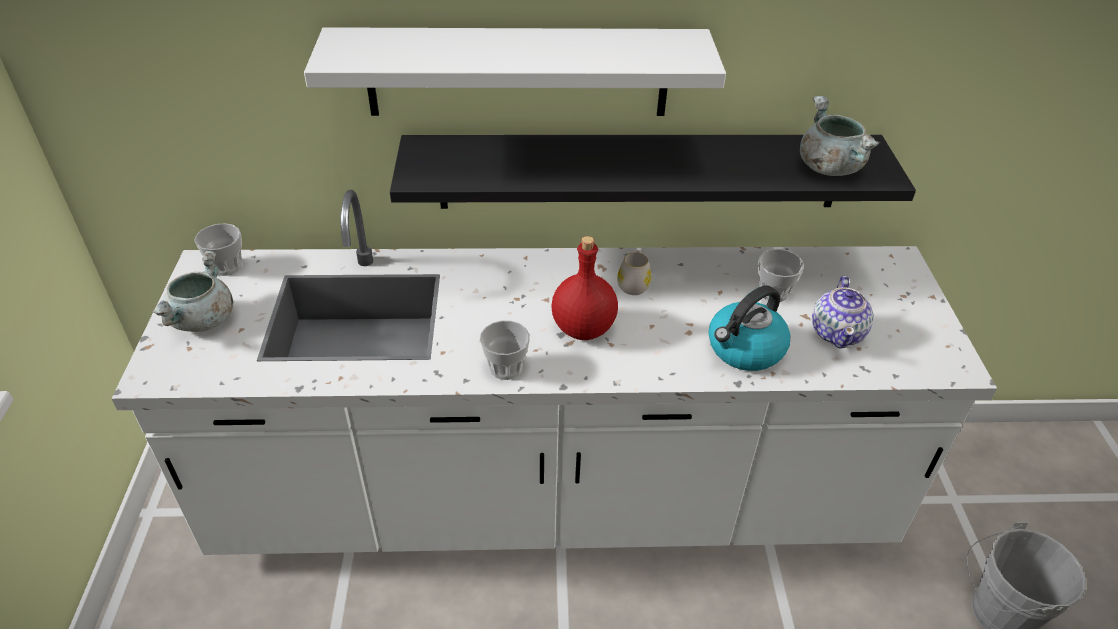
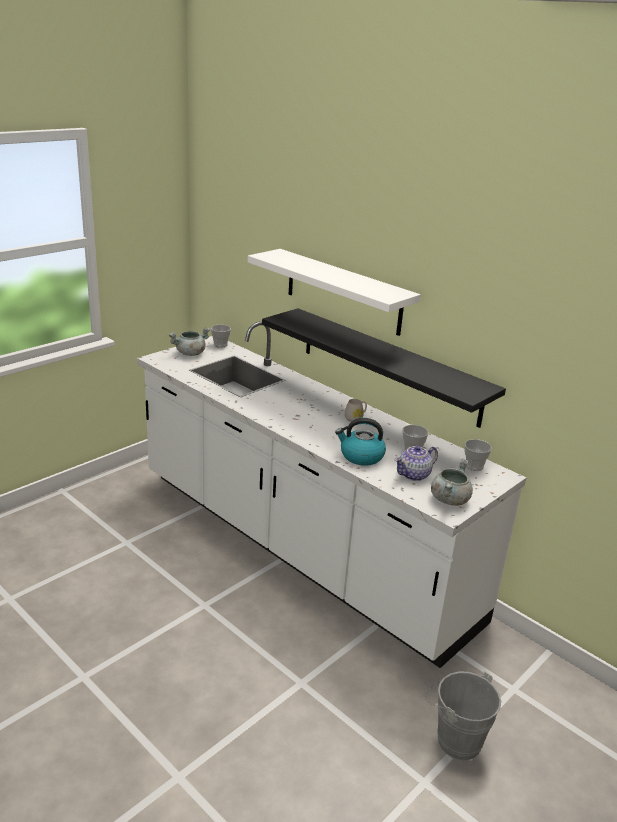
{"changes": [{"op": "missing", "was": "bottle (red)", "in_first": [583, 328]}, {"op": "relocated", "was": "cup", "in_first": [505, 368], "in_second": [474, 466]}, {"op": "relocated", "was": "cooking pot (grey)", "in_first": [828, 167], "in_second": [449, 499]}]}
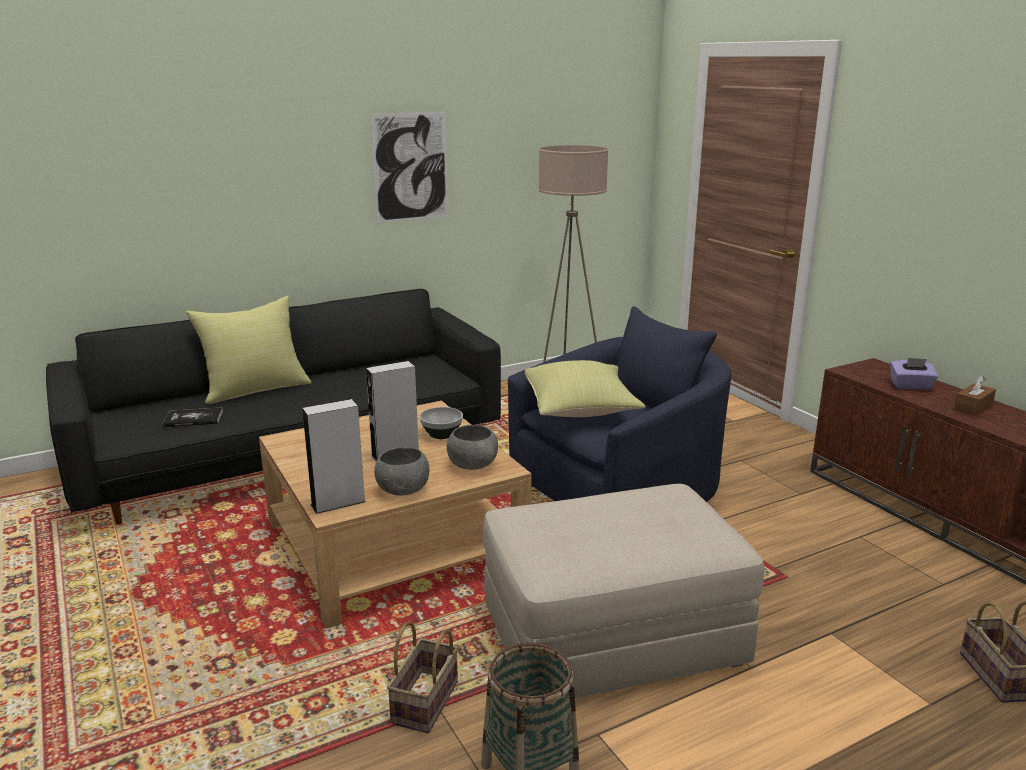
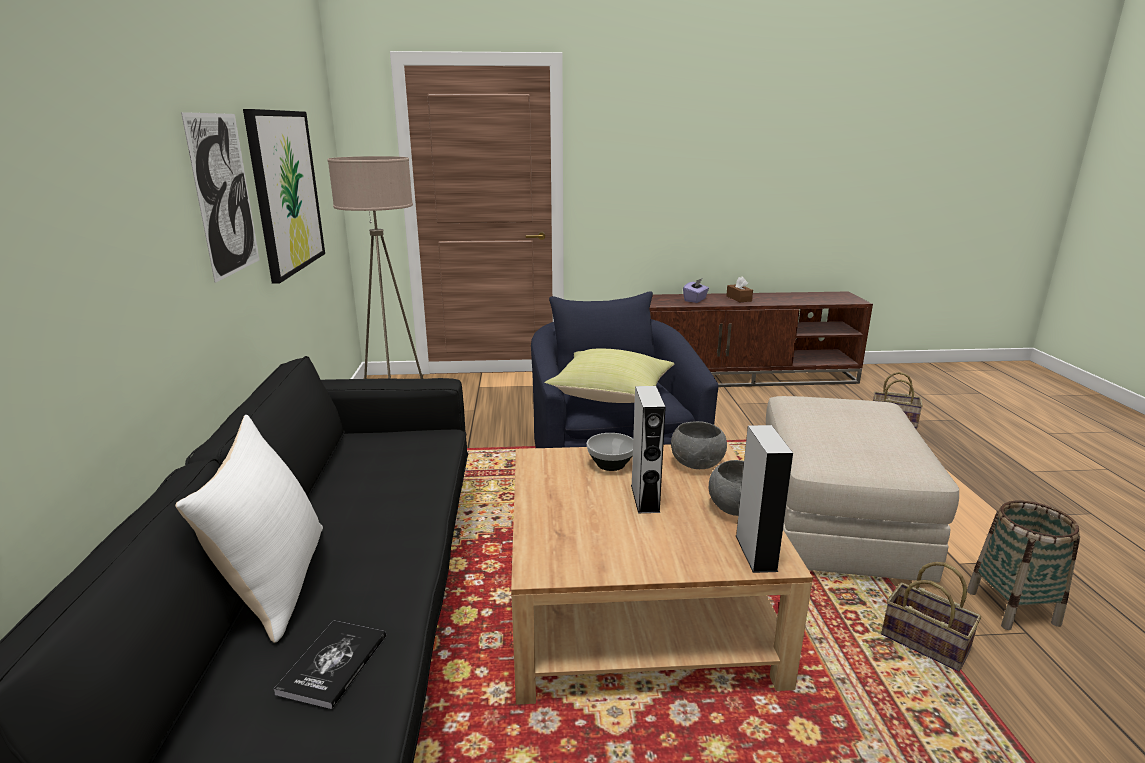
{"changes": [{"op": "appeared", "now": "picture", "in_second": [286, 192]}, {"op": "colour", "was": "pillow (yellow)", "now": "pillow (white)", "in_first": [255, 389], "in_second": [276, 582]}]}
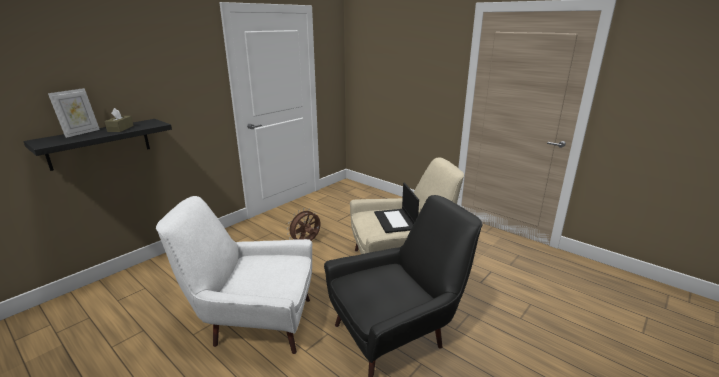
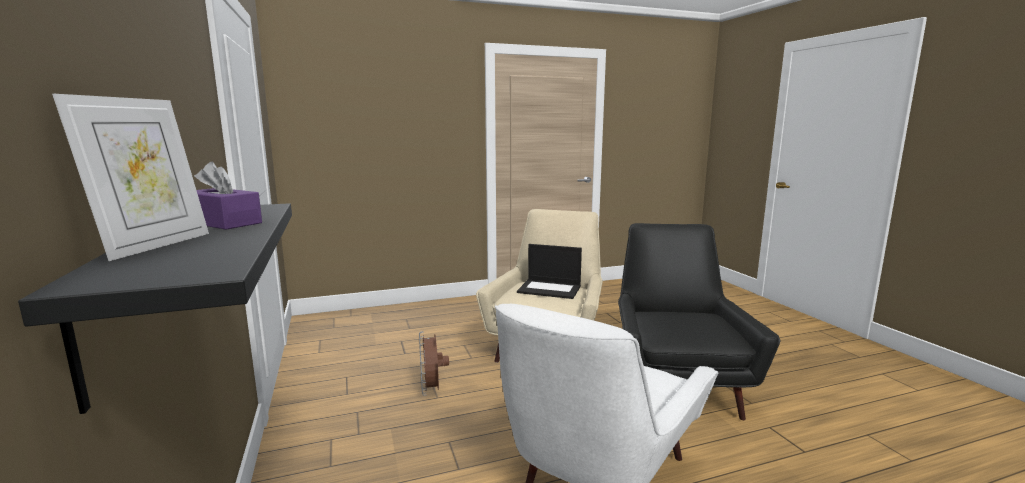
{"changes": [{"op": "colour", "was": "tissue box (brown)", "now": "tissue box (purple)", "in_first": [120, 128], "in_second": [223, 222]}, {"op": "spun", "was": "picture frame", "in_first": [81, 133], "in_second": [154, 245], "clockwise": 45}]}
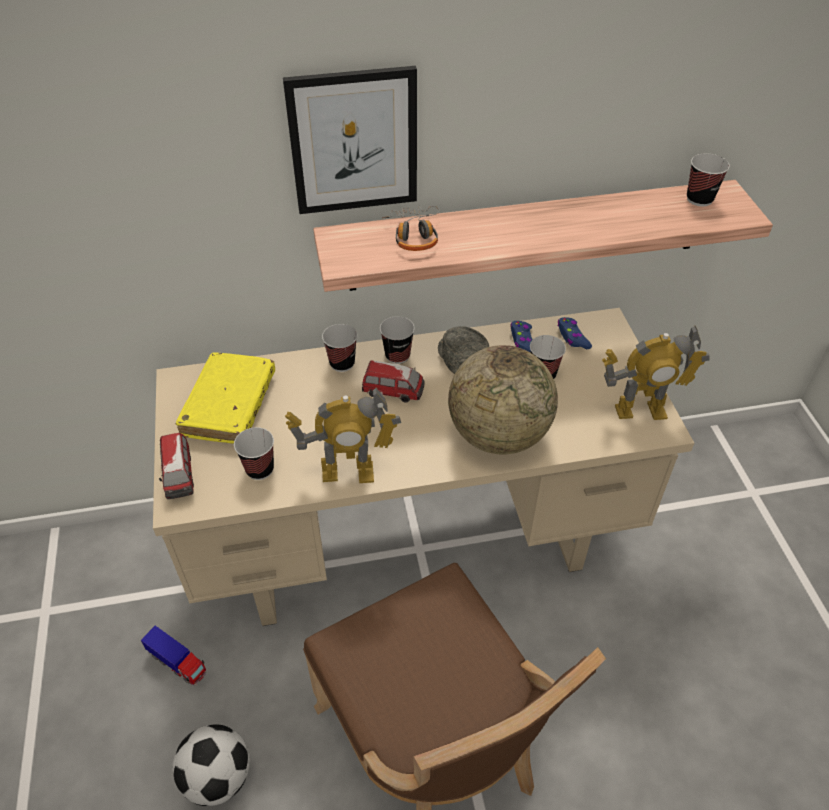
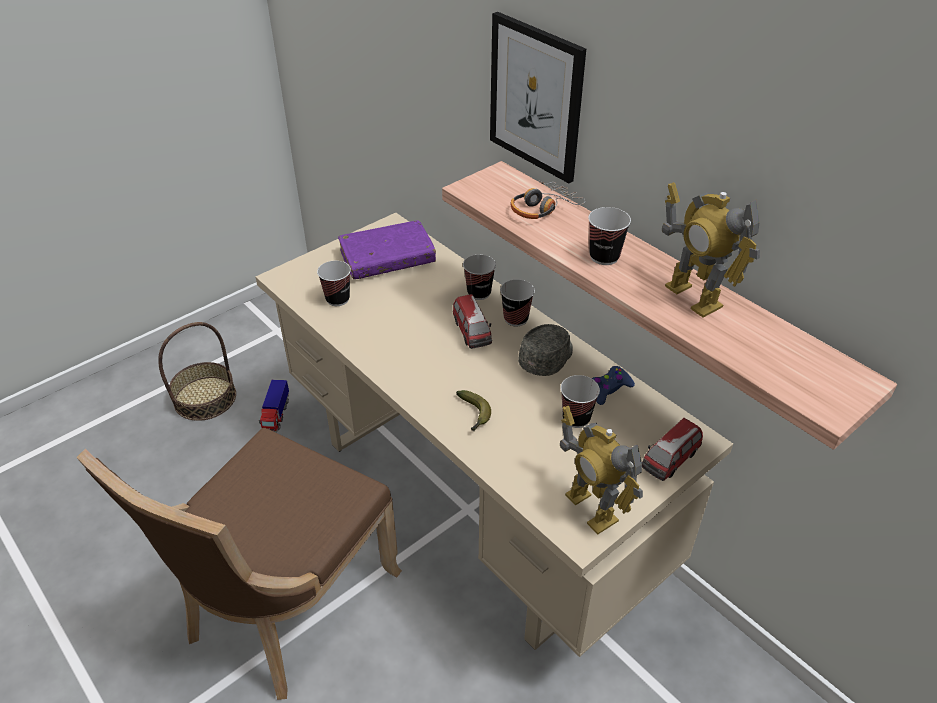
{"changes": [{"op": "missing", "was": "football", "in_first": [218, 776]}, {"op": "missing", "was": "game controller (blue)", "in_first": [572, 337]}, {"op": "appeared", "now": "basket", "in_second": [205, 398]}, {"op": "relocated", "was": "toy car", "in_first": [180, 476], "in_second": [670, 461]}, {"op": "relocated", "was": "toy robot", "in_first": [348, 472], "in_second": [693, 297]}, {"op": "relocated", "was": "cup", "in_first": [699, 199], "in_second": [604, 257]}, {"op": "exchanged", "was": "globe", "now": "banana", "in_first": [498, 435], "in_second": [474, 415]}, {"op": "colour", "was": "book (yellow)", "now": "book (purple)", "in_first": [229, 405], "in_second": [387, 258]}]}
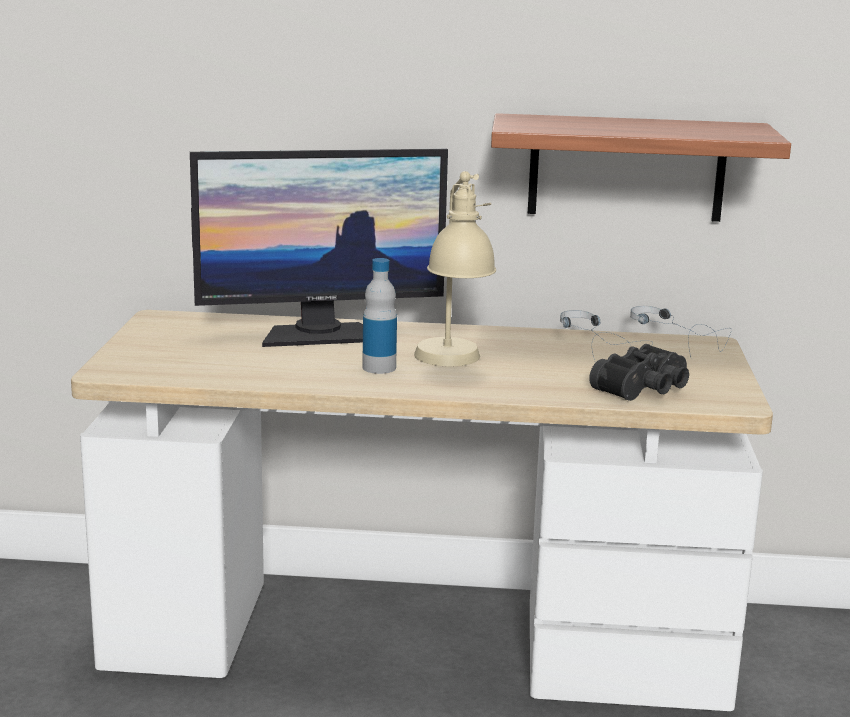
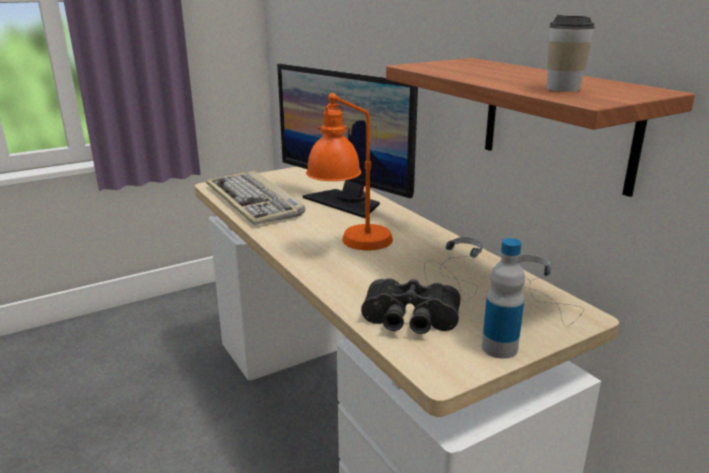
{"changes": [{"op": "appeared", "now": "keyboard", "in_second": [255, 201]}, {"op": "appeared", "now": "cup", "in_second": [563, 88]}, {"op": "relocated", "was": "bottle", "in_first": [379, 368], "in_second": [499, 348]}, {"op": "colour", "was": "table lamp (beige)", "now": "table lamp (orange)", "in_first": [453, 365], "in_second": [352, 246]}]}
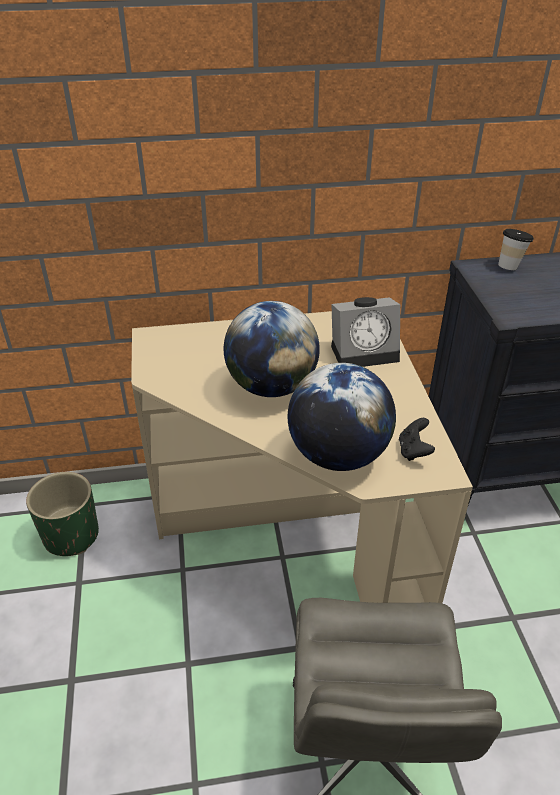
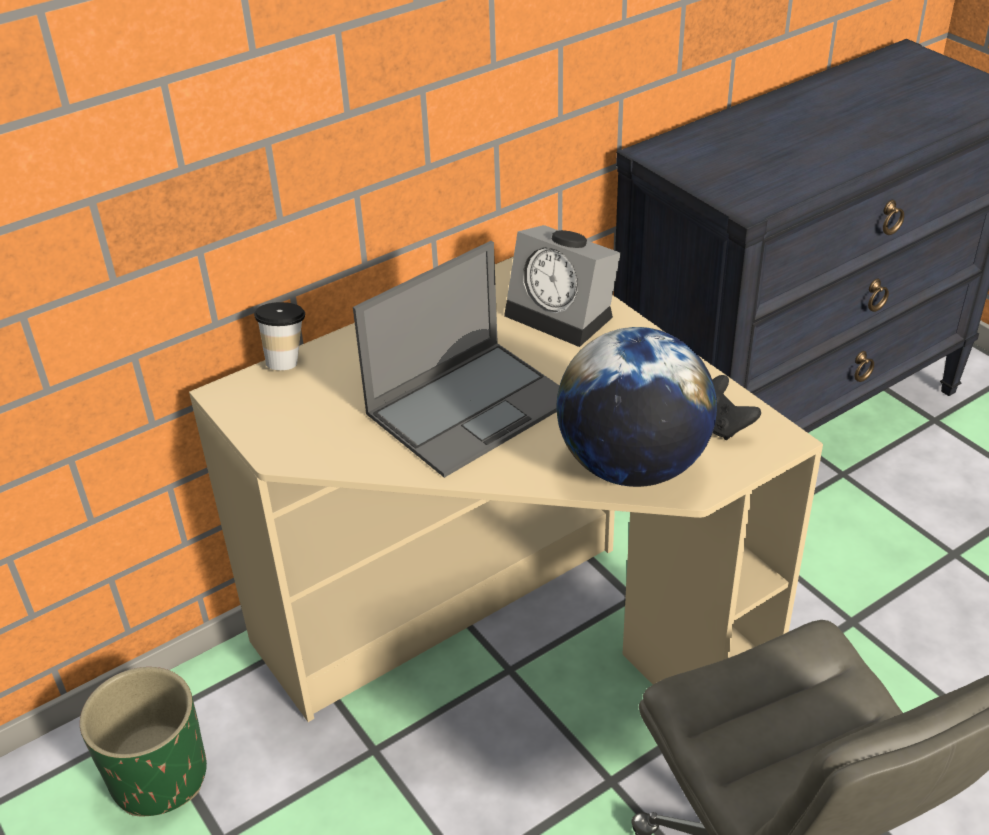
{"changes": [{"op": "relocated", "was": "cup", "in_first": [510, 266], "in_second": [286, 360]}, {"op": "exchanged", "was": "globe", "now": "laptop", "in_first": [271, 386], "in_second": [472, 406]}, {"op": "spun", "was": "alarm clock", "in_first": [365, 351], "in_second": [564, 315], "clockwise": 75}]}
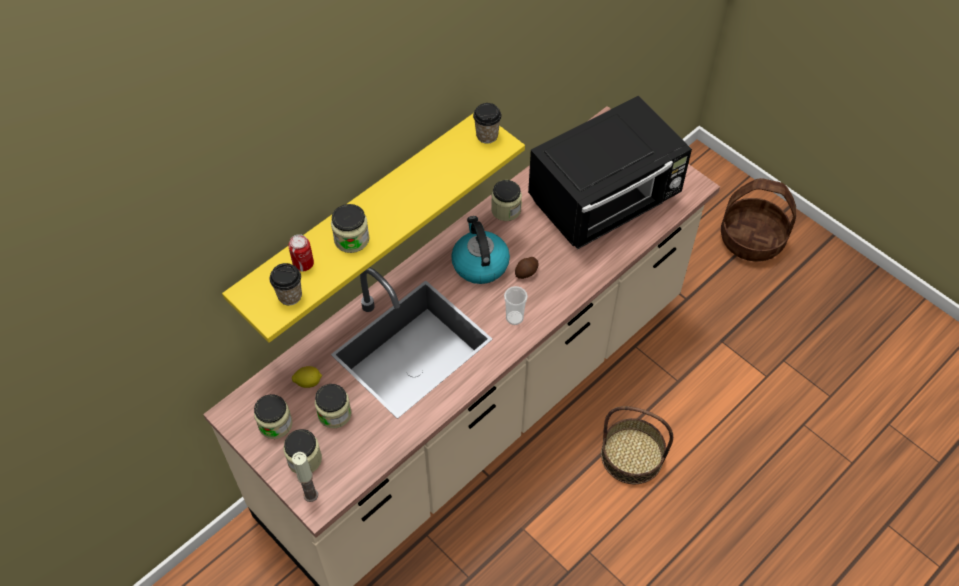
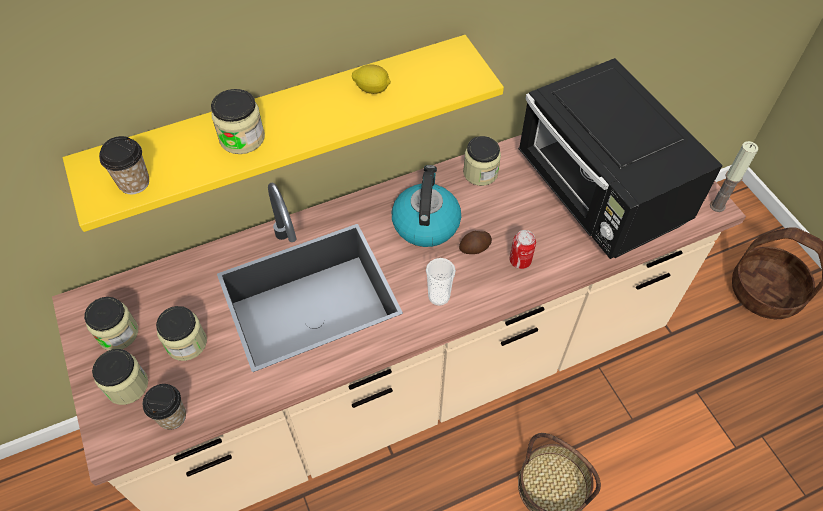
{"changes": [{"op": "relocated", "was": "can", "in_first": [303, 264], "in_second": [520, 260]}, {"op": "relocated", "was": "lemon", "in_first": [308, 382], "in_second": [372, 89]}, {"op": "relocated", "was": "candle", "in_first": [310, 495], "in_second": [717, 206]}, {"op": "relocated", "was": "cup", "in_first": [487, 135], "in_second": [172, 416]}, {"op": "spun", "was": "microwave (black)", "in_first": [606, 201], "in_second": [599, 195], "clockwise": 75}]}
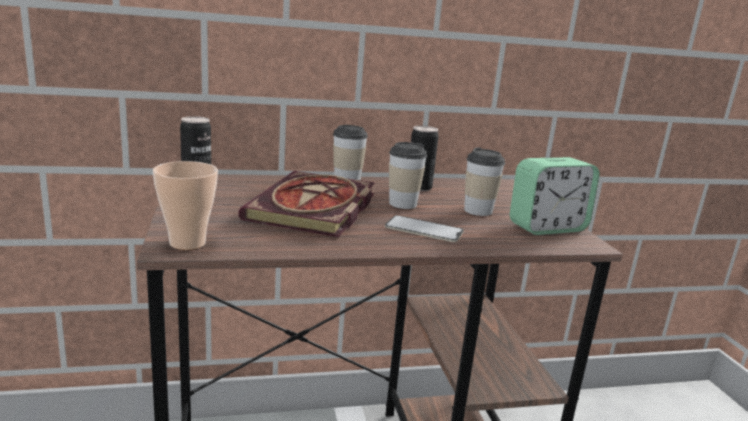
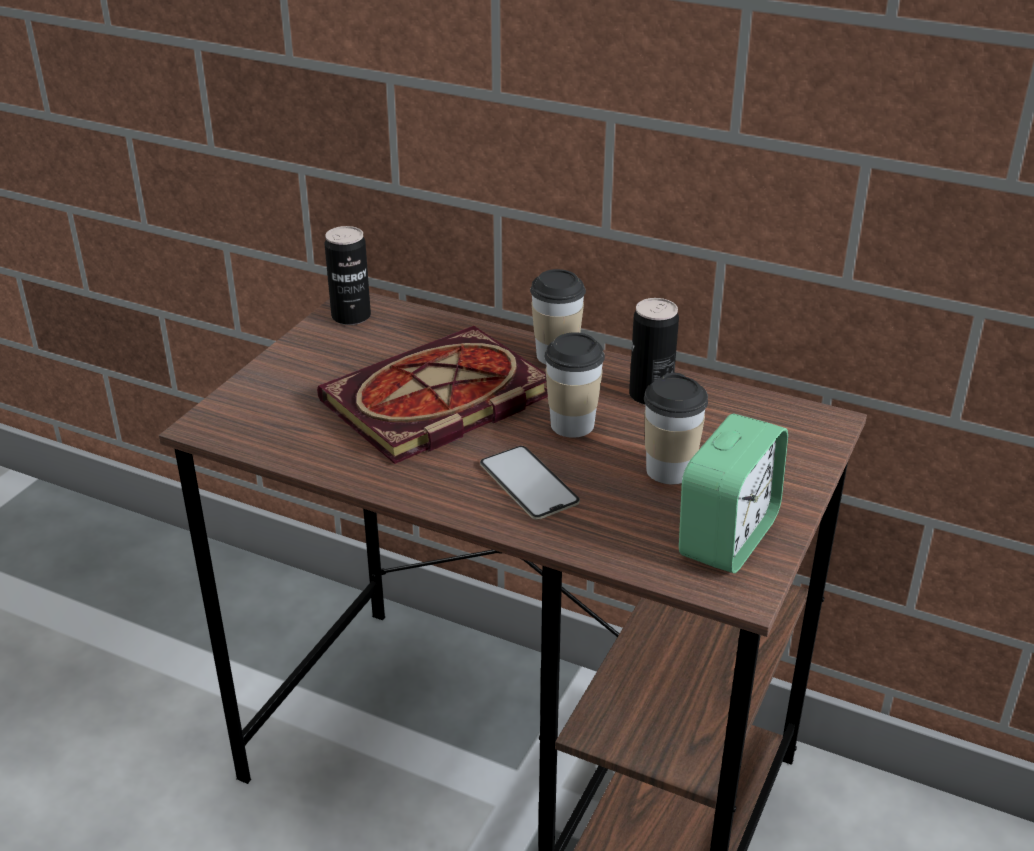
{"changes": [{"op": "missing", "was": "cup", "in_first": [187, 243]}, {"op": "spun", "was": "alarm clock", "in_first": [547, 227], "in_second": [727, 537], "clockwise": -75}]}
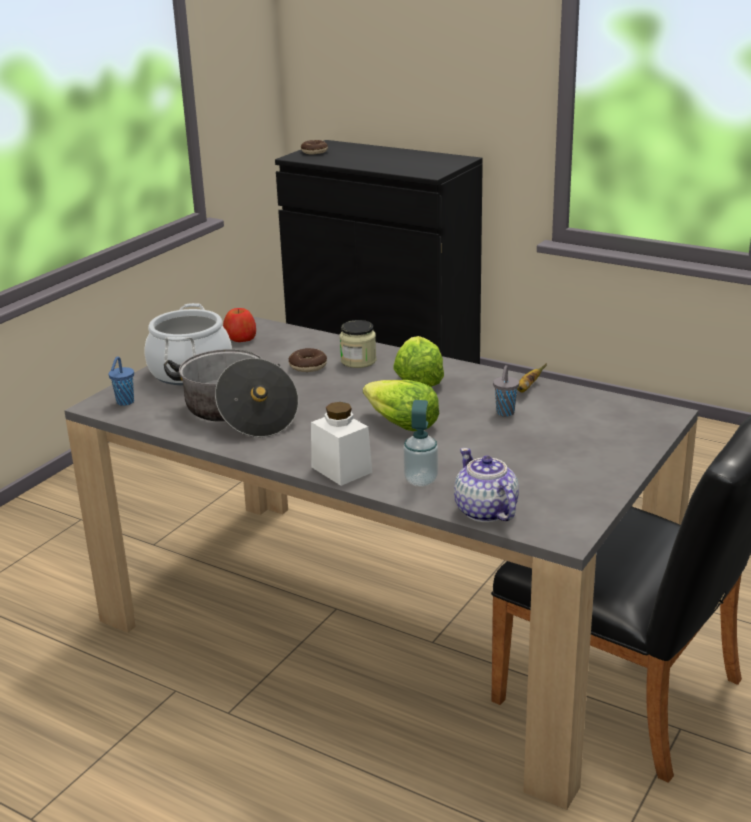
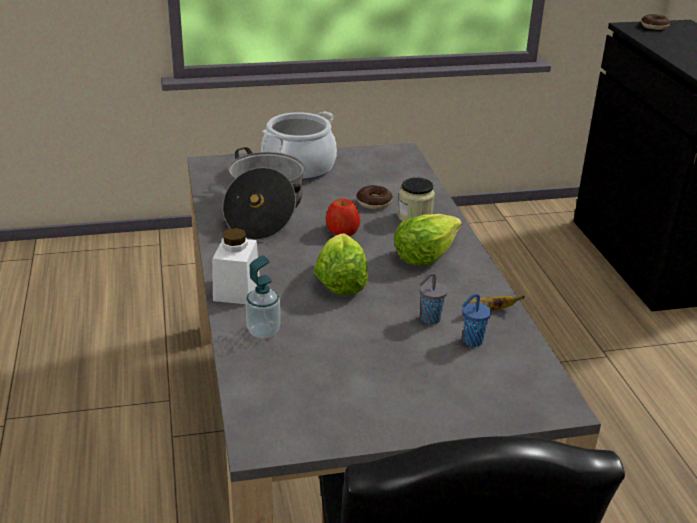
{"changes": [{"op": "missing", "was": "teapot", "in_first": [485, 512]}, {"op": "relocated", "was": "cup (blue)", "in_first": [124, 402], "in_second": [471, 341]}, {"op": "relocated", "was": "apple", "in_first": [241, 338], "in_second": [342, 230]}]}
